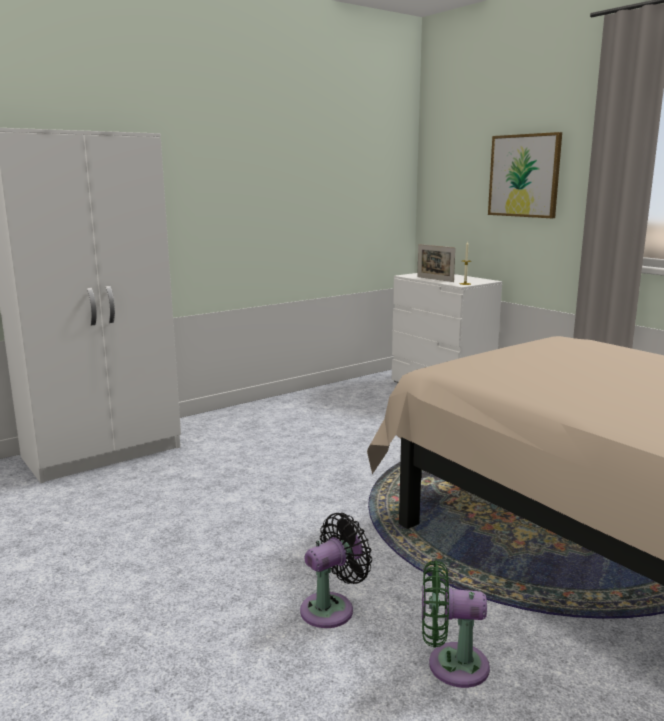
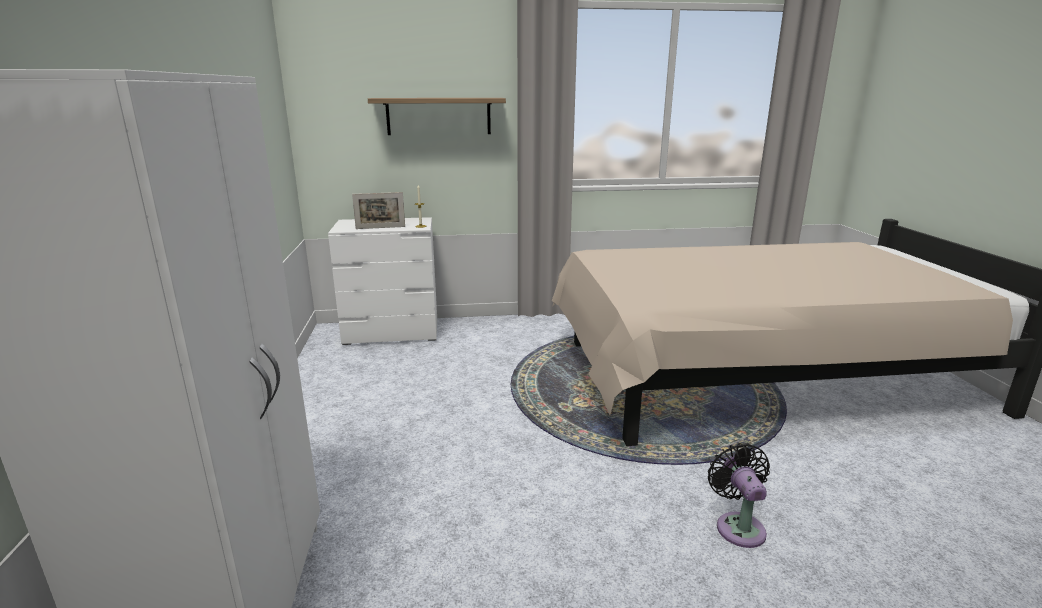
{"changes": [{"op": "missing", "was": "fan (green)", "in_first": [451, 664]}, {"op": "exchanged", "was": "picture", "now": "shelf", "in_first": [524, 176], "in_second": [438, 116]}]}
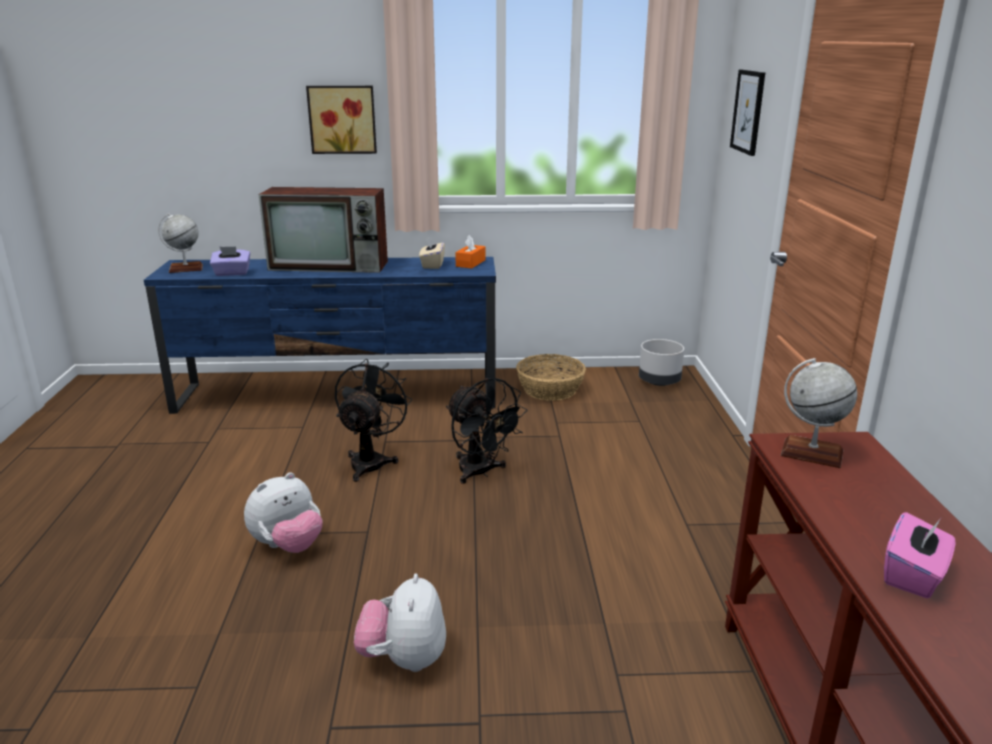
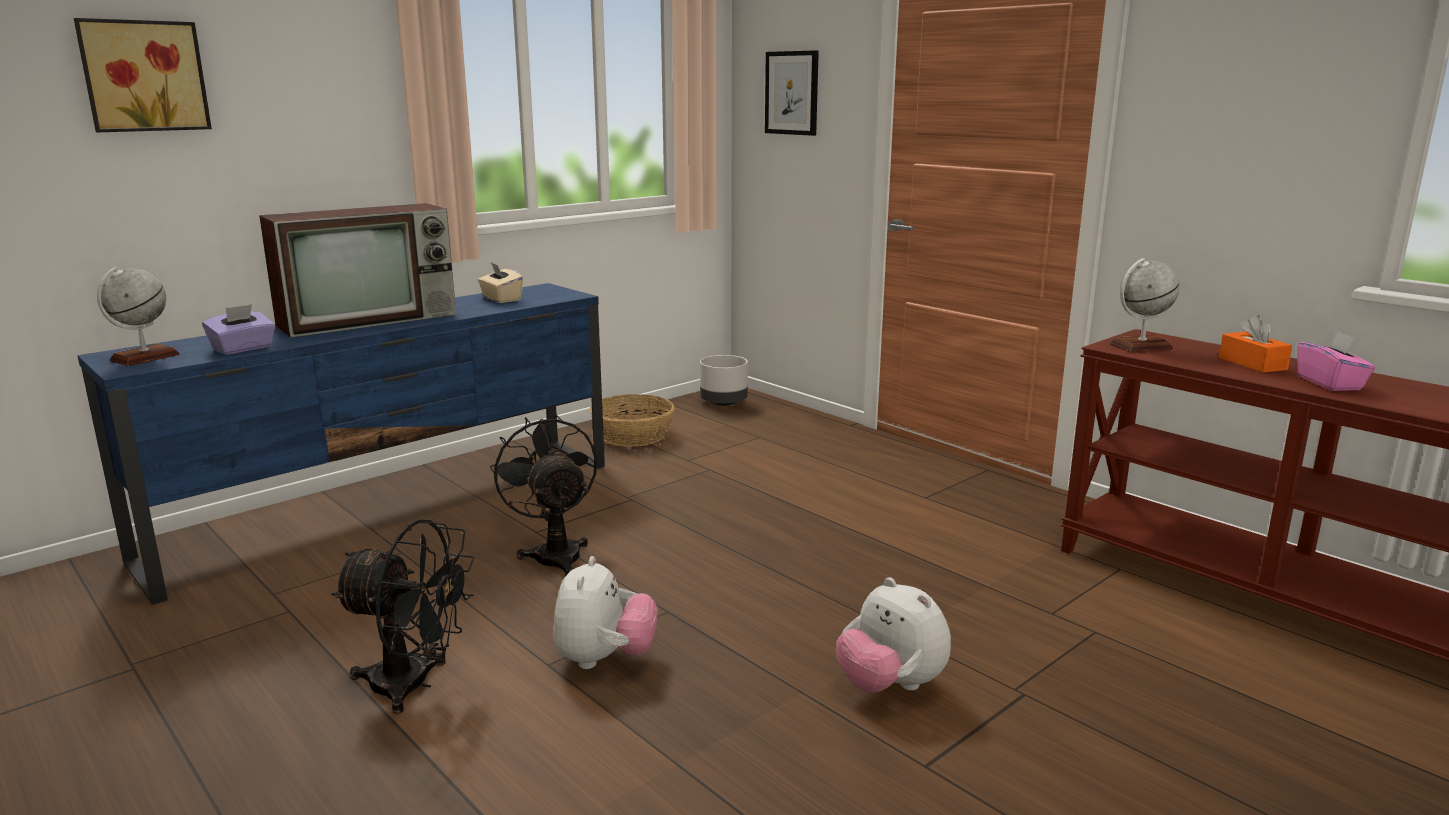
{"changes": [{"op": "relocated", "was": "picture", "in_first": [342, 119], "in_second": [143, 76]}, {"op": "relocated", "was": "fan (black)", "in_first": [481, 472], "in_second": [414, 685]}, {"op": "relocated", "was": "tissue box (orange)", "in_first": [470, 263], "in_second": [1252, 363]}]}
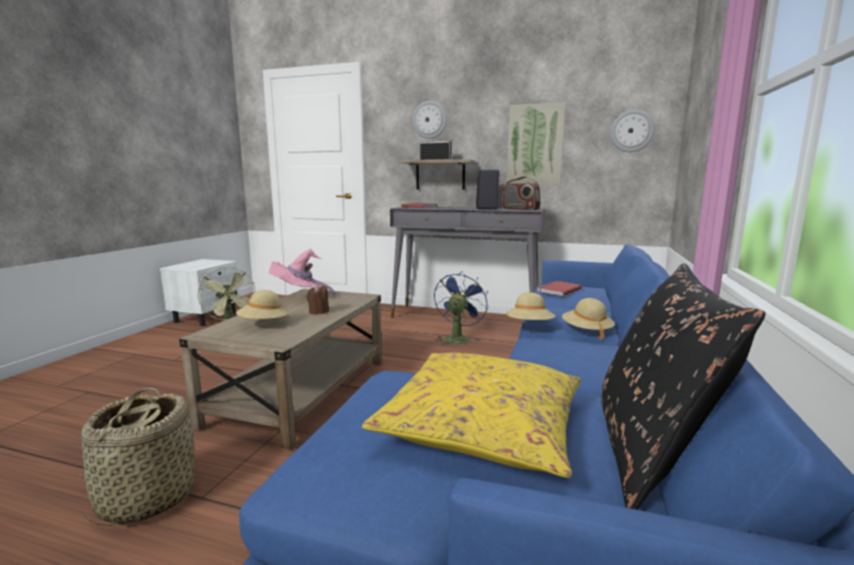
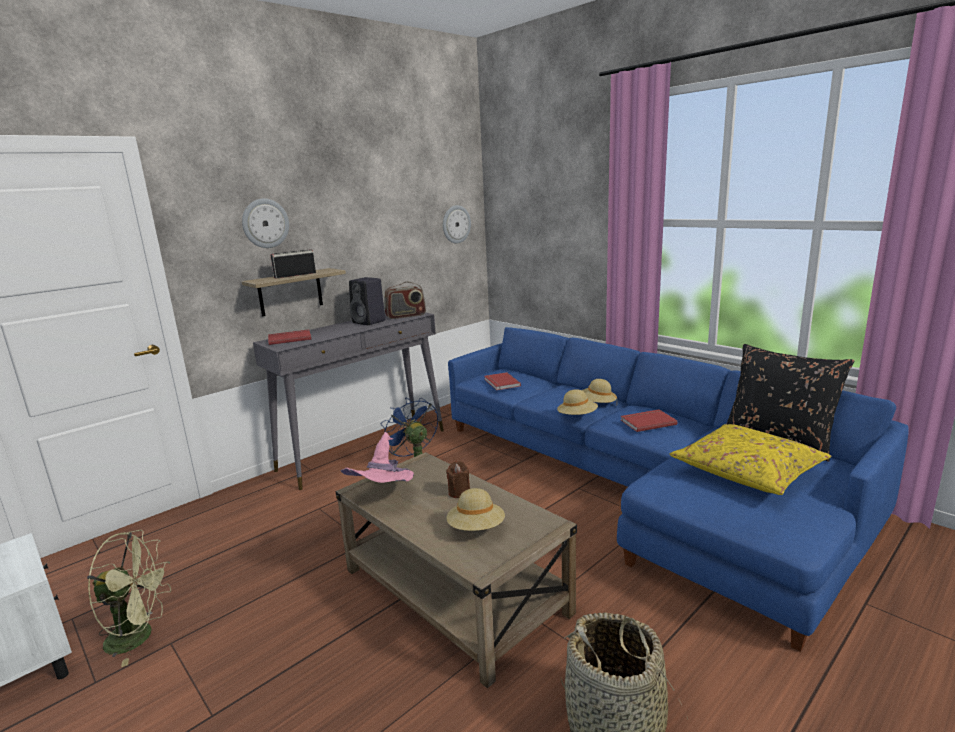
{"changes": [{"op": "missing", "was": "picture", "in_first": [535, 145]}, {"op": "appeared", "now": "book (red)", "in_second": [647, 422]}]}
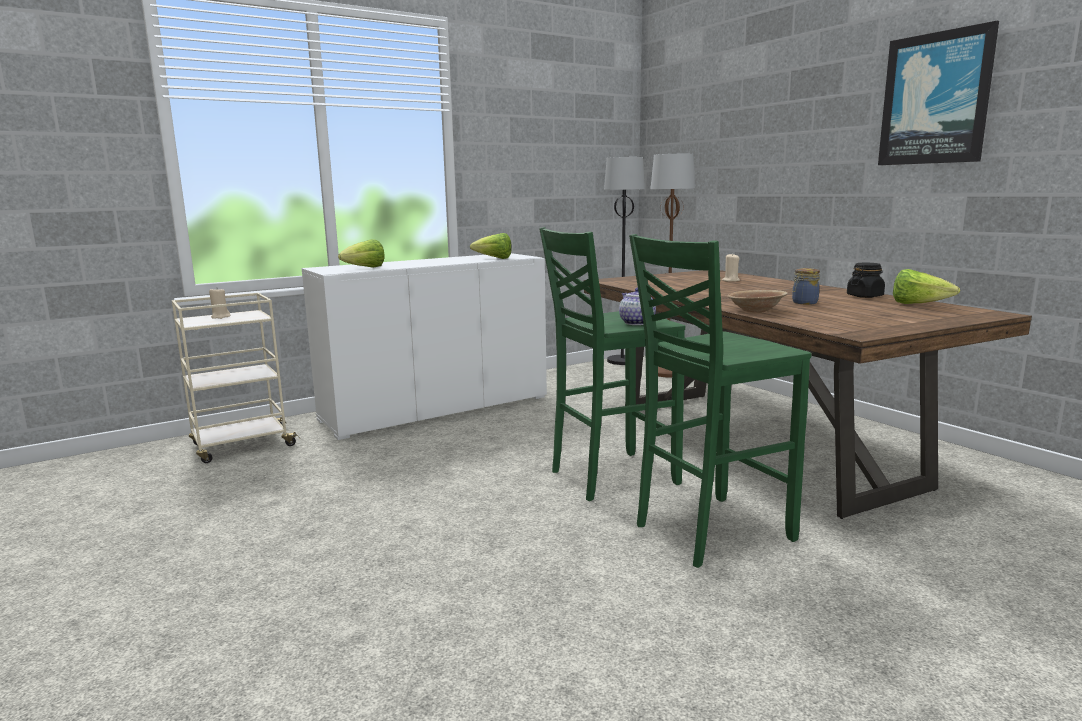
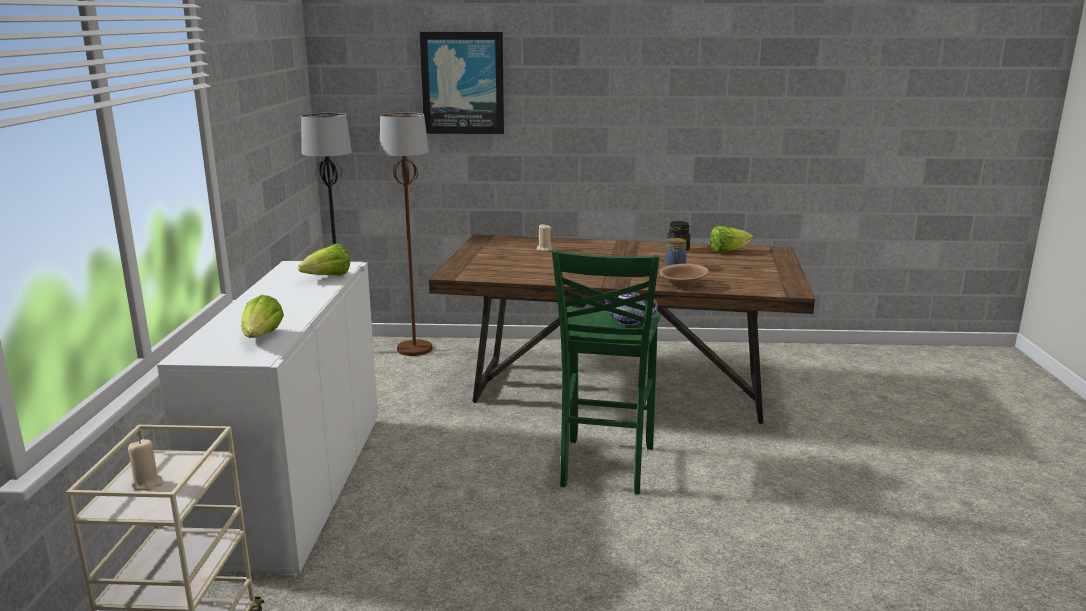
{"changes": [{"op": "missing", "was": "stool (green)", "in_first": [708, 531]}, {"op": "relocated", "was": "picture", "in_first": [935, 99], "in_second": [463, 83]}]}
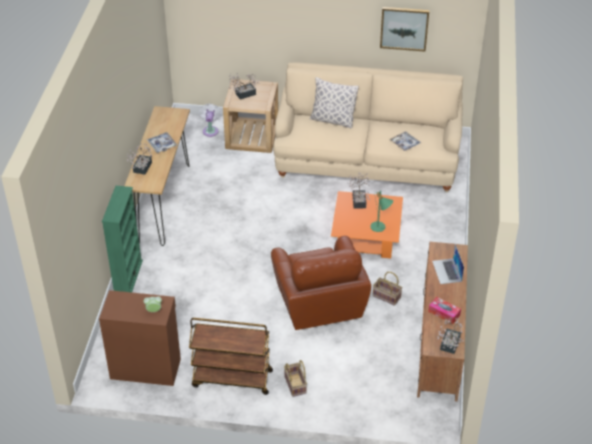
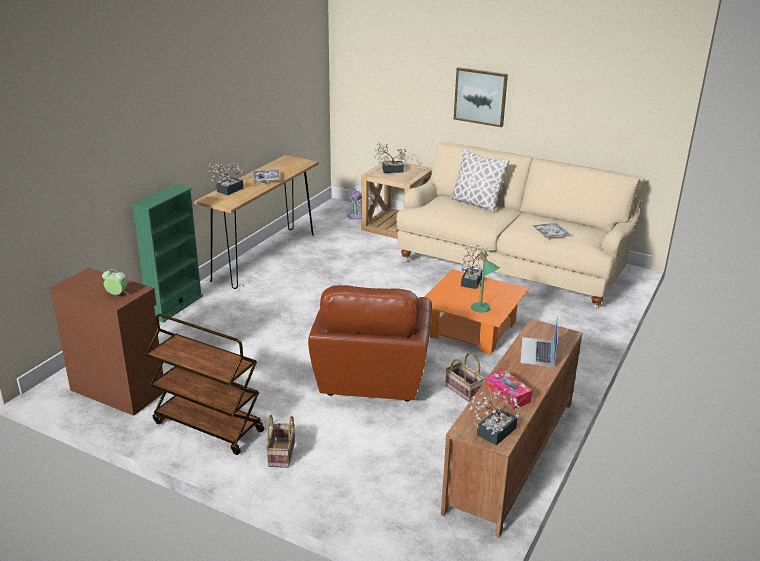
{"changes": [{"op": "relocated", "was": "picture", "in_first": [404, 28], "in_second": [480, 96]}]}
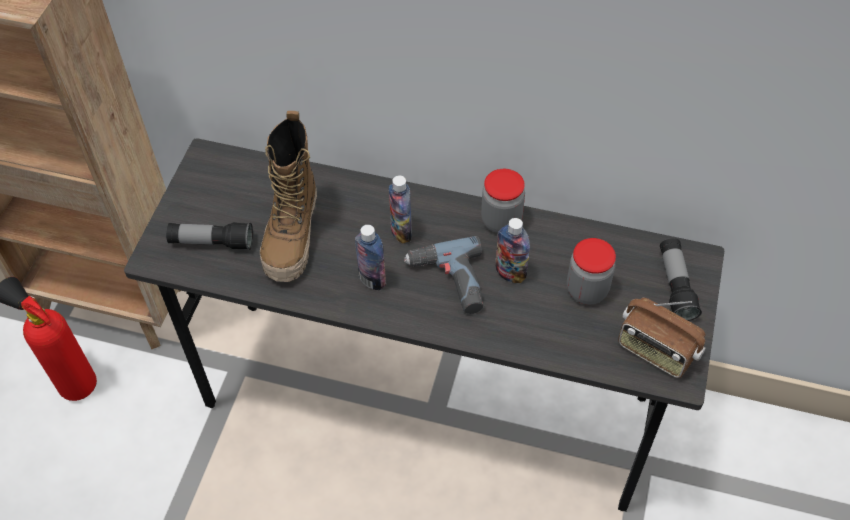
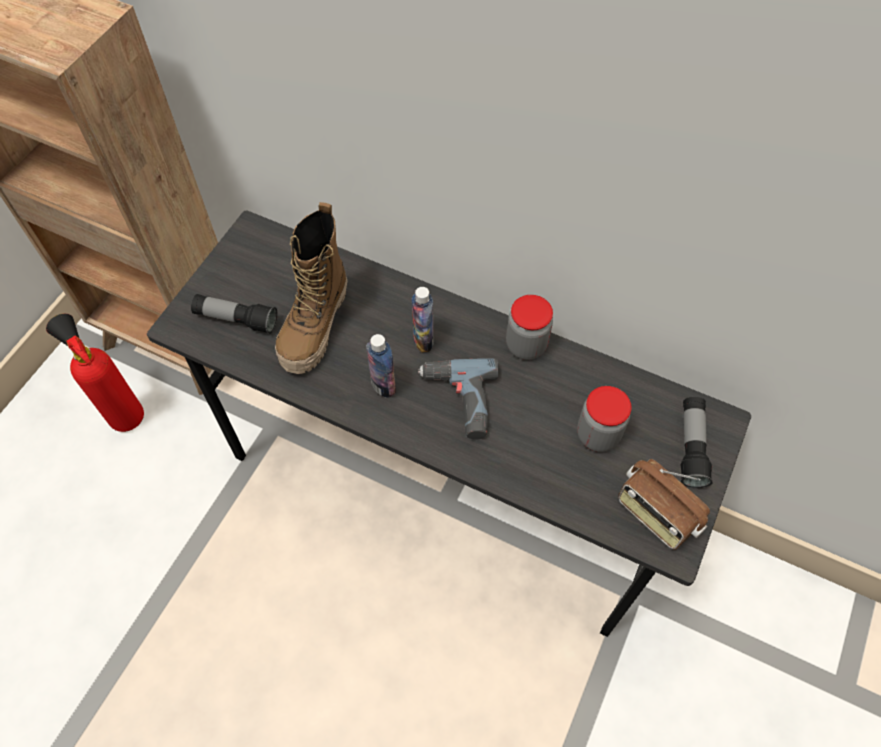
{"changes": [{"op": "missing", "was": "bottle", "in_first": [510, 273]}]}
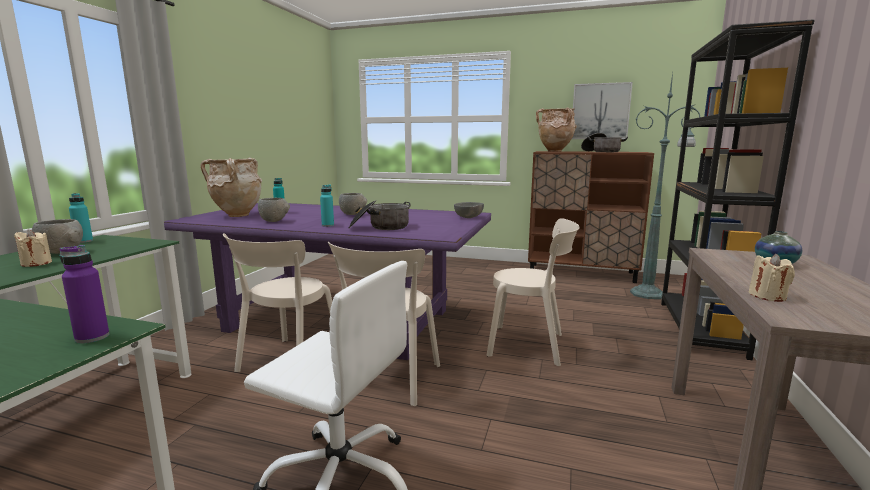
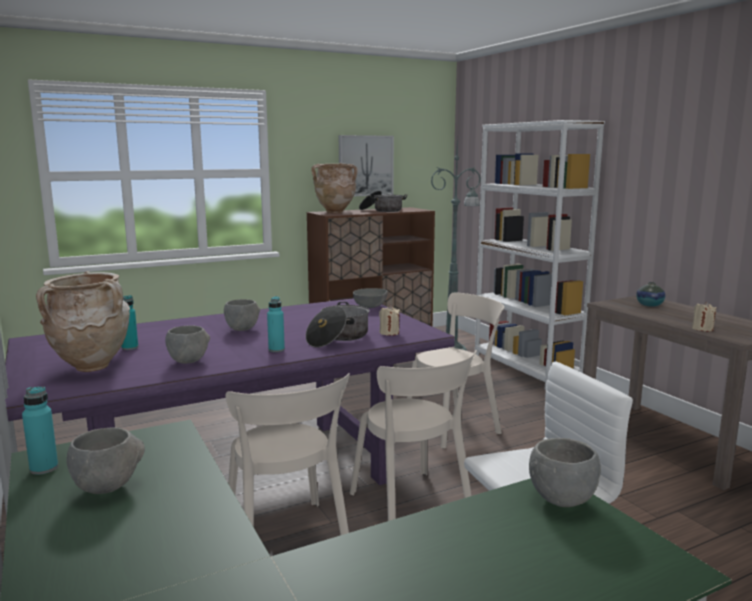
{"changes": [{"op": "relocated", "was": "candle (beige)", "in_first": [36, 263], "in_second": [389, 333]}, {"op": "exchanged", "was": "bottle (purple)", "now": "bowl (grey)", "in_first": [92, 337], "in_second": [561, 500]}, {"op": "colour", "was": "bookcase (black)", "now": "bookcase (white)", "in_first": [700, 328], "in_second": [526, 368]}]}
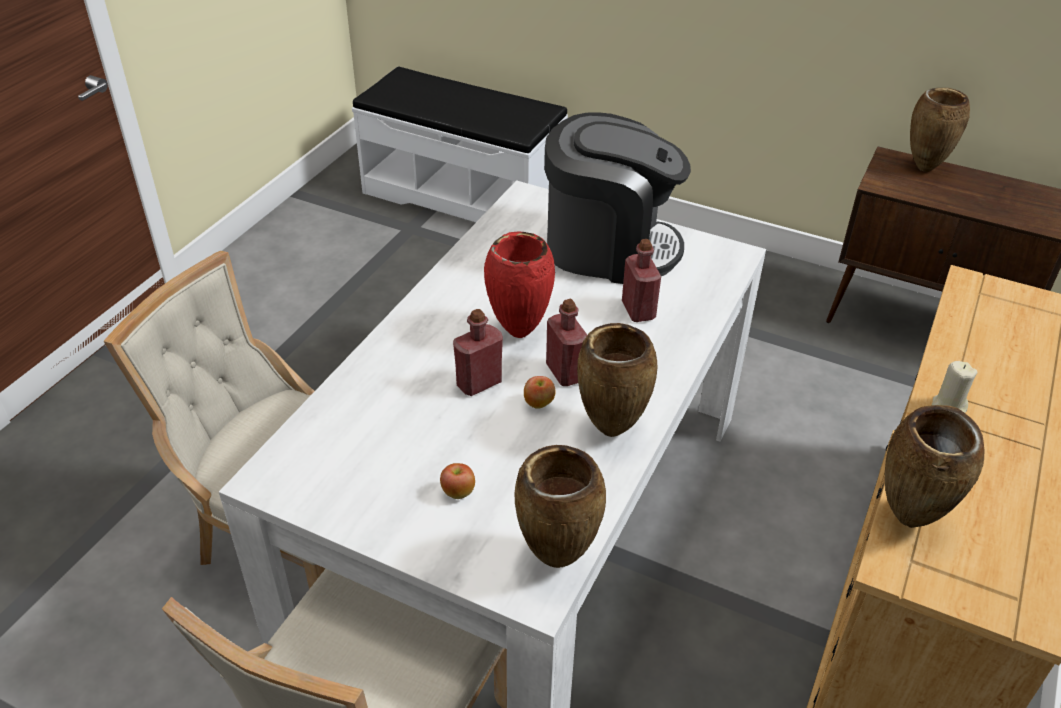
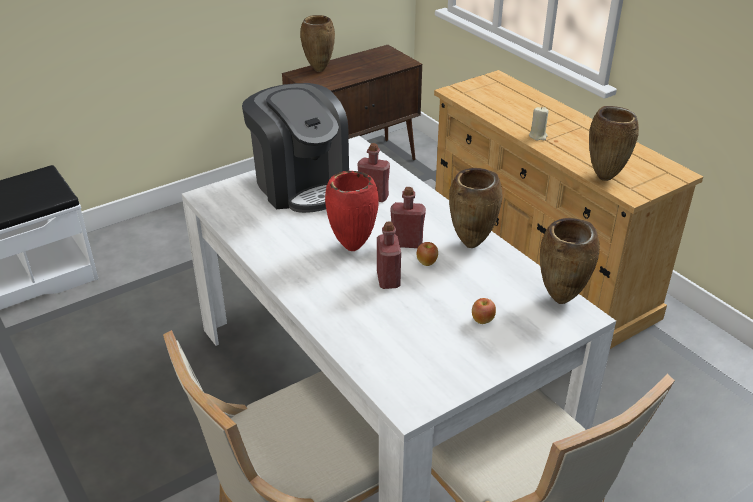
{"changes": [{"op": "spun", "was": "coffee machine", "in_first": [609, 248], "in_second": [301, 184], "clockwise": 105}]}
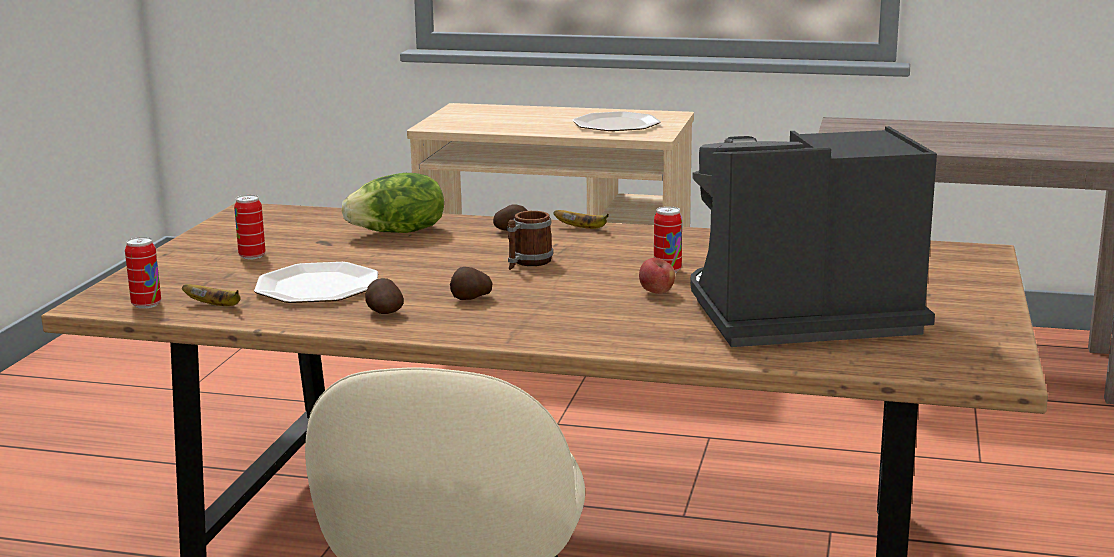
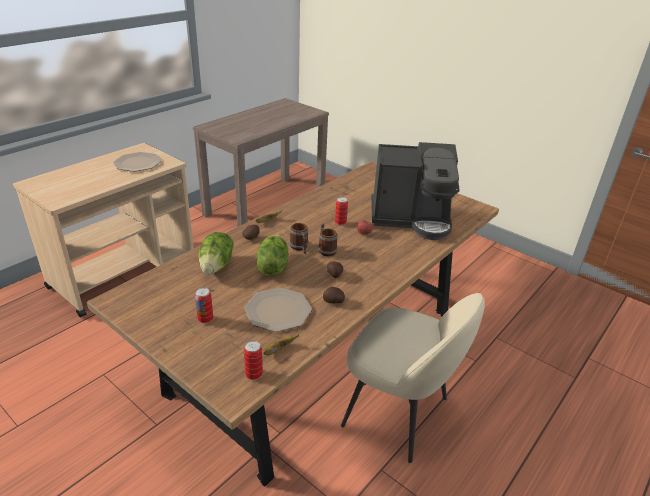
{"changes": [{"op": "appeared", "now": "lettuce", "in_second": [272, 267]}, {"op": "appeared", "now": "mug", "in_second": [326, 249]}, {"op": "spun", "was": "coffee machine", "in_first": [797, 318], "in_second": [411, 218], "clockwise": -105}]}
